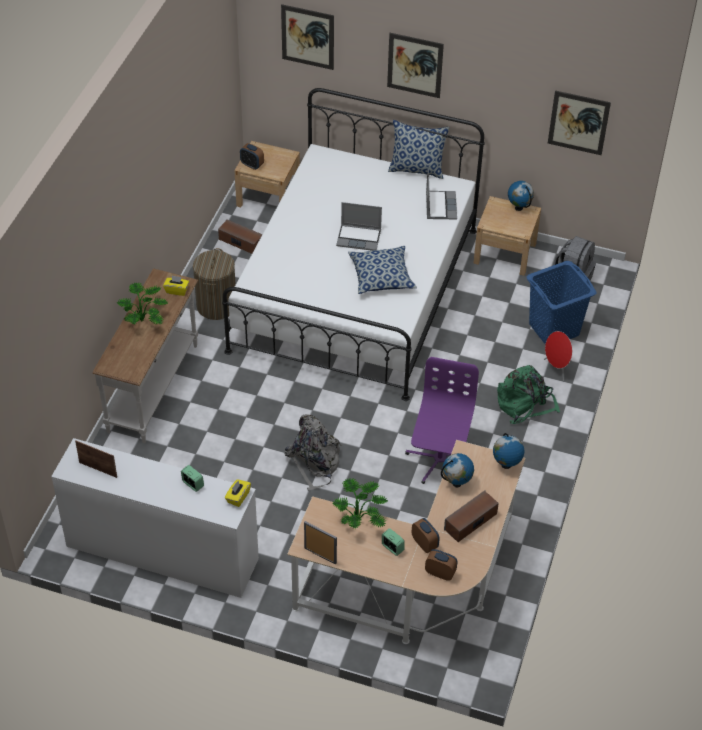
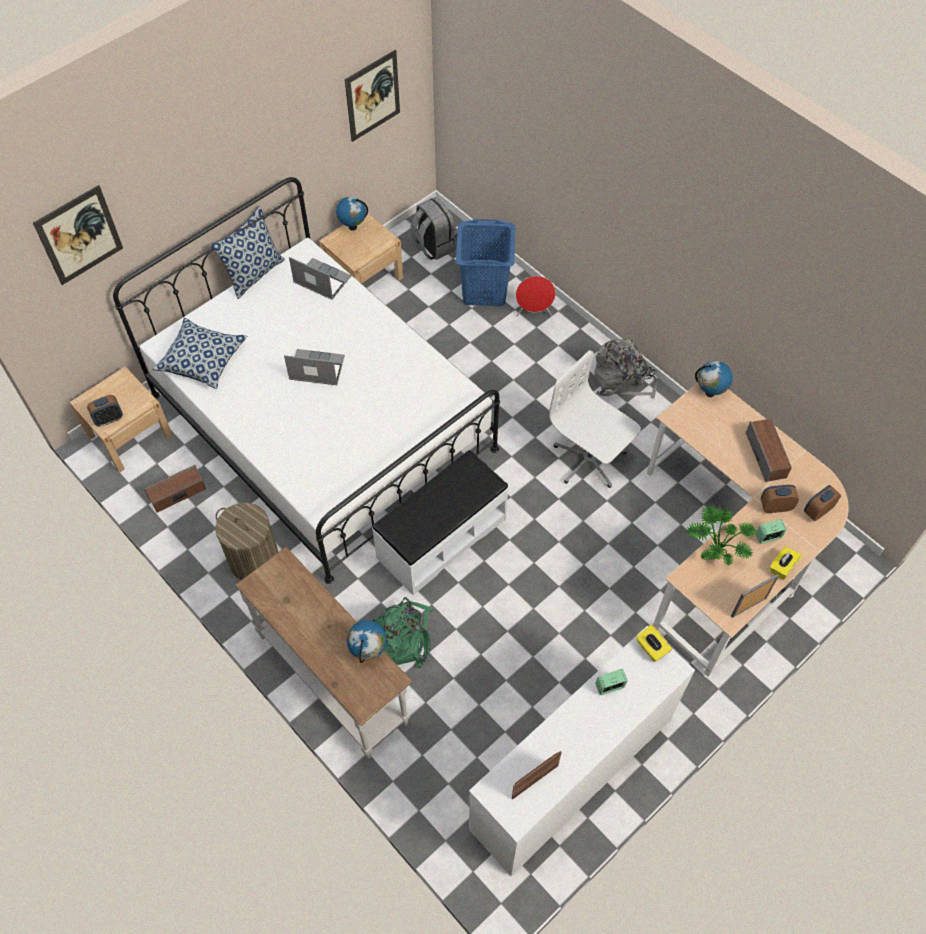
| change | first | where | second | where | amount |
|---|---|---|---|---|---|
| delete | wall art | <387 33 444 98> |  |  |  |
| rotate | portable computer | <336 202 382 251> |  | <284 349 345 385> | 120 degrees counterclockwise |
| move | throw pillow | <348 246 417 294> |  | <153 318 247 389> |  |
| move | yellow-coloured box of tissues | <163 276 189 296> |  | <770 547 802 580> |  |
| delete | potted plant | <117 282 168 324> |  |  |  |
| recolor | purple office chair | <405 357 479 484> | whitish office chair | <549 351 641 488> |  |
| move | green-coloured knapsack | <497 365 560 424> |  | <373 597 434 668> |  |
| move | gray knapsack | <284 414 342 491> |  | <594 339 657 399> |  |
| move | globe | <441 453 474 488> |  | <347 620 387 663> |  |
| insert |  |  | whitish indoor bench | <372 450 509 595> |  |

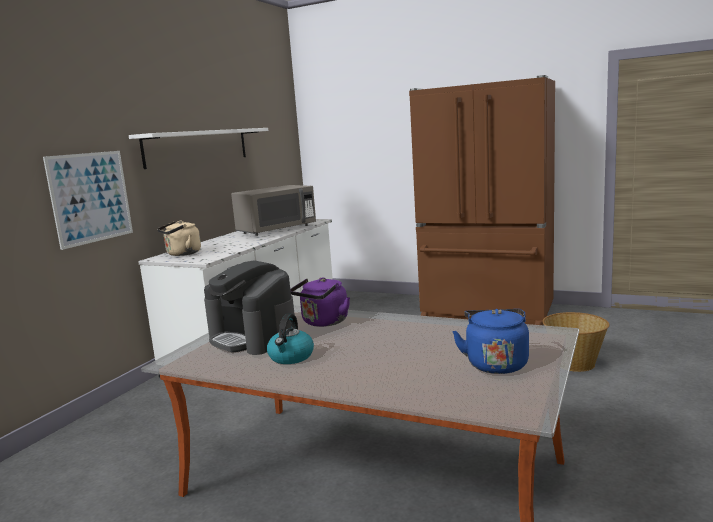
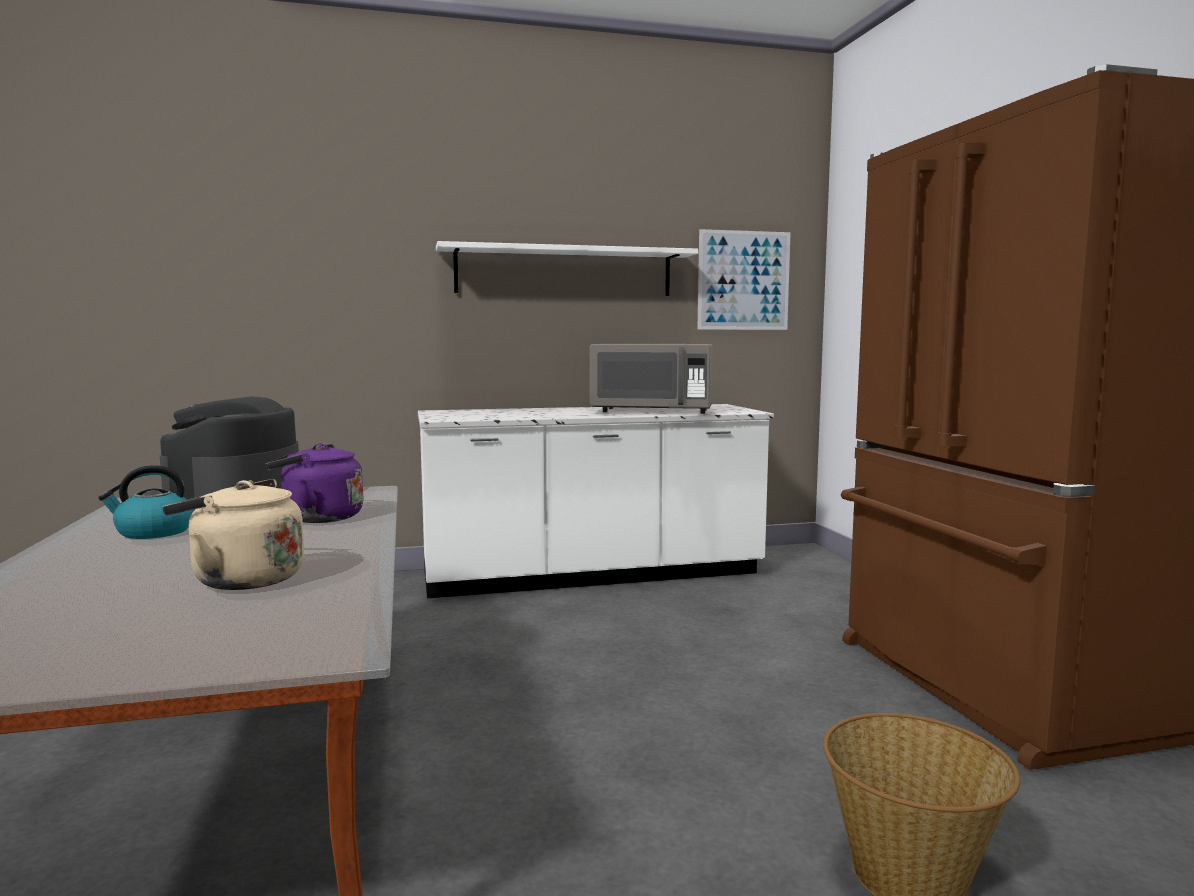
| change | first | where | second | where | amount |
|---|---|---|---|---|---|
| move | wall art | <43 151 133 250> |  | <697 229 791 330> |  |
| move | sand-coloured kettle | <157 221 201 256> |  | <163 479 304 590> |  |
| delete | blue kettle | <452 309 529 374> |  |  |  |

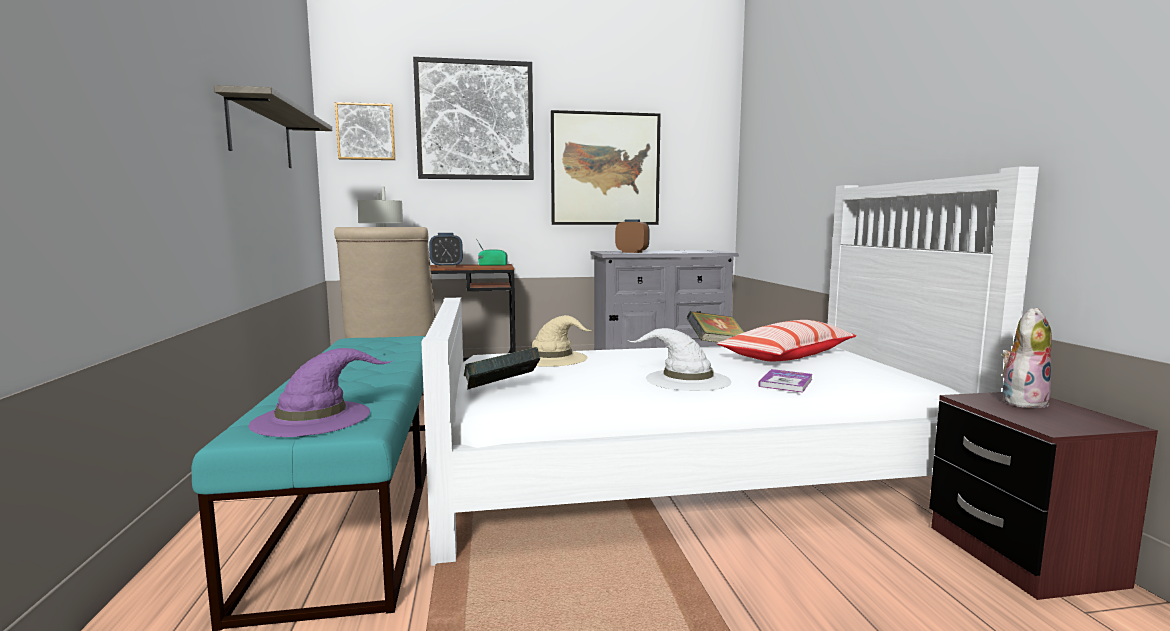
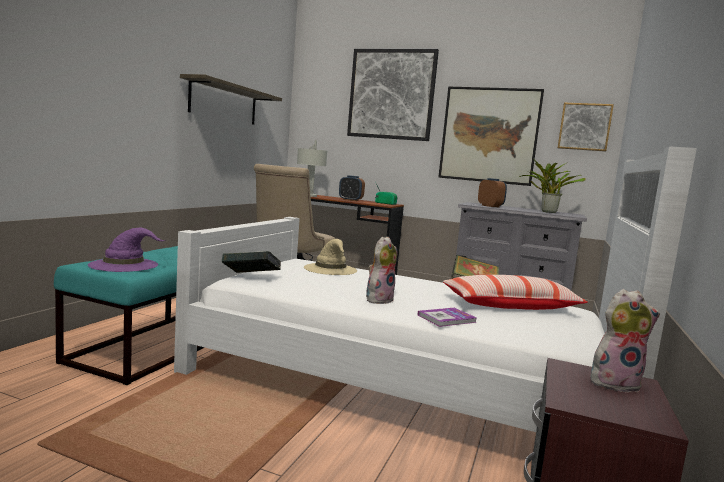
| change | first | where | second | where | amount |
|---|---|---|---|---|---|
| move | wall art | <335 102 396 160> |  | <558 103 614 152> |  |
| replace | whitish wearable hat | <627 328 731 391> | plush toy | <366 237 397 304> |  |
| insert |  |  | potted plant | <519 158 586 213> |  |

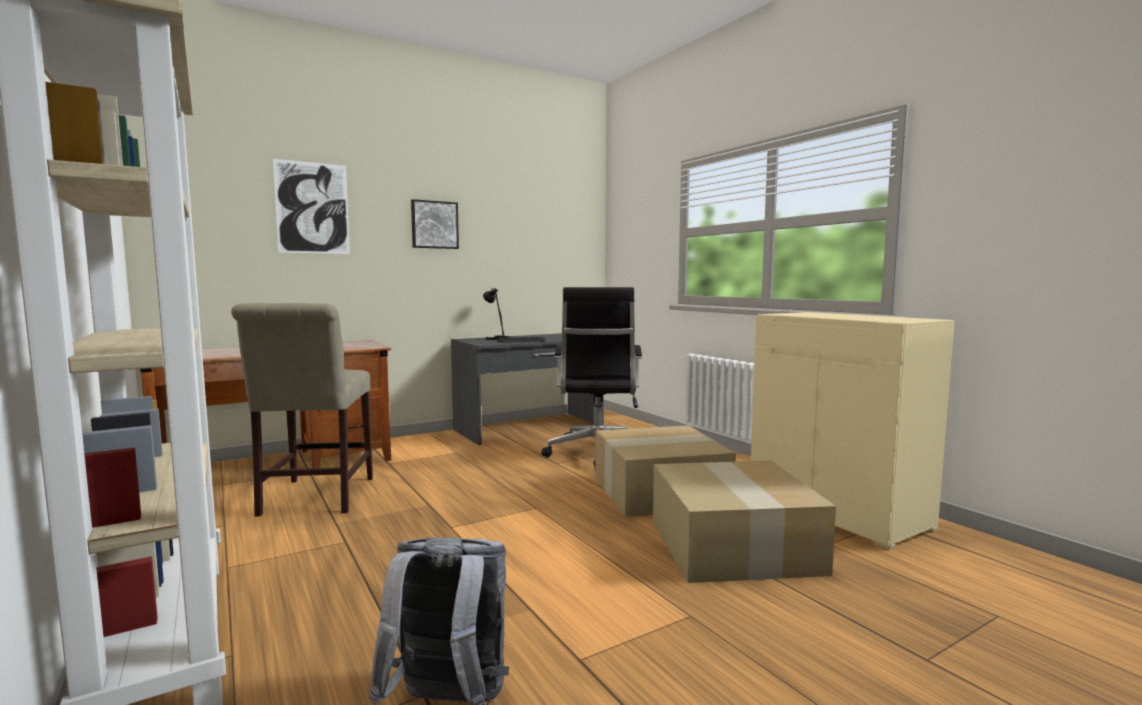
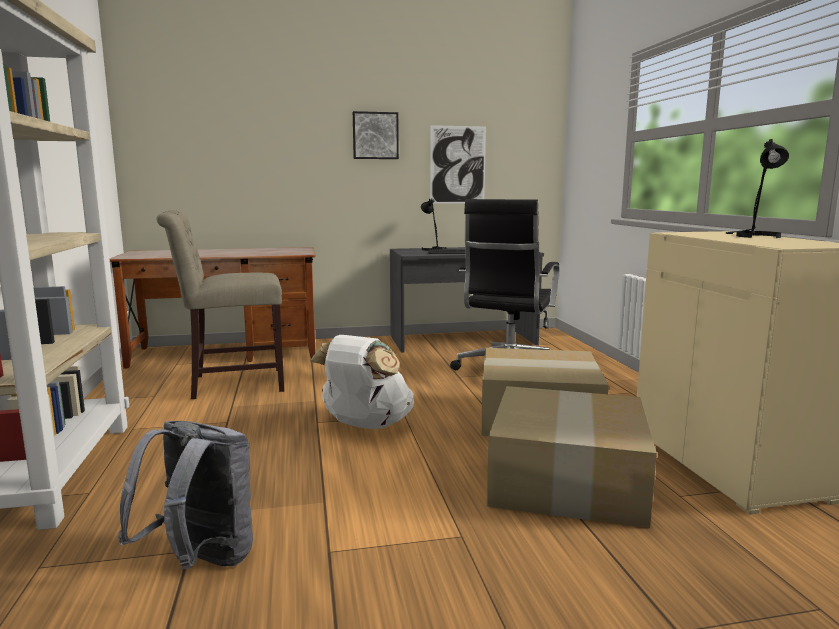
| change | first | where | second | where | amount |
|---|---|---|---|---|---|
| move | wall art | <273 159 350 254> |  | <430 125 486 204> |  |
| rotate | sand-coloured upright chair | <231 303 373 516> |  | <157 210 284 399> | 60 degrees clockwise |
| insert |  |  | black lamp for a table | <726 139 789 238> |  |
| insert |  |  | whitish knapsack | <310 335 414 429> |  |

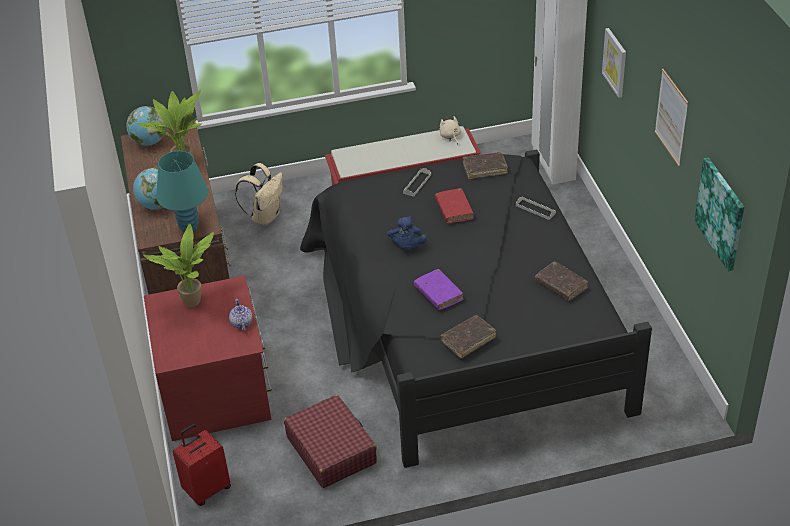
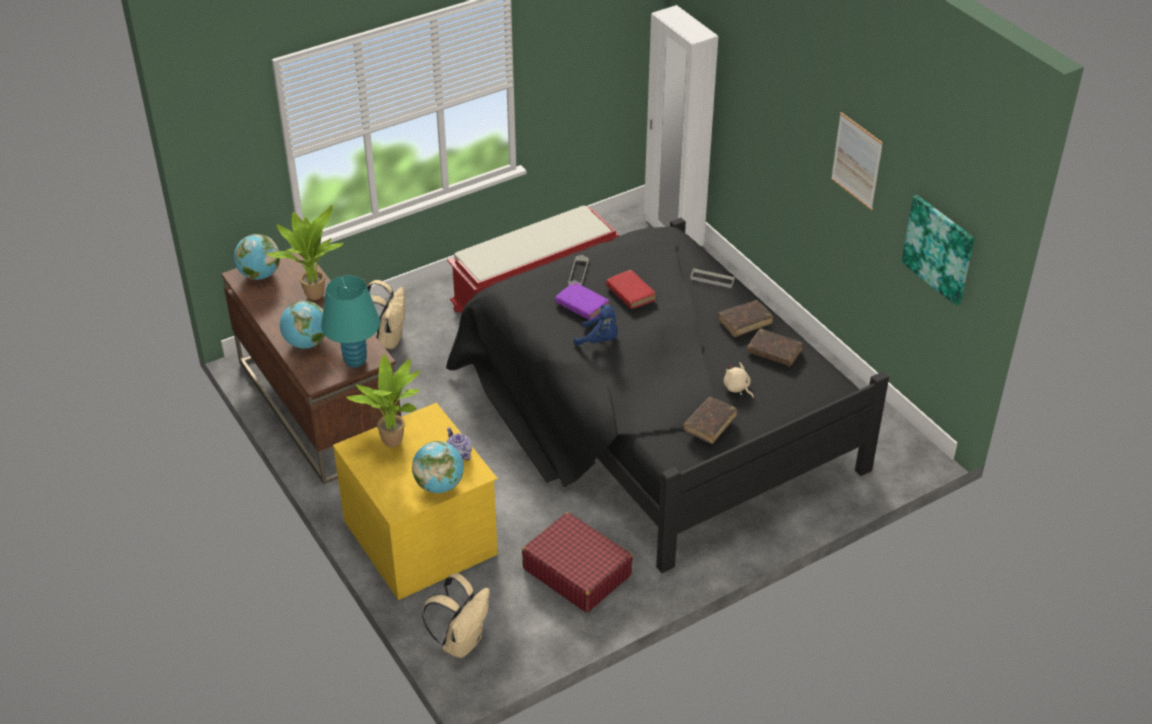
| change | first | where | second | where | amount |
|---|---|---|---|---|---|
| delete | wall art | <602 28 626 98> |  |  |  |
| move | sand-coloured plush toy | <439 116 461 145> |  | <724 363 754 398> |  |
| move | brown-coloured book | <463 152 508 179> |  | <718 300 773 337> |  |
| rotate | blue plush toy | <387 216 427 250> |  | <574 305 618 346> | 45 degrees counterclockwise |
| move | purple book | <414 269 463 310> |  | <555 282 609 320> |  |
| recolor | red-coloured dresser | <144 276 272 441> | yellow-coloured dresser | <333 403 498 600> |  |
| replace | red-coloured travel case | <173 424 231 506> | sand-coloured knapsack | <422 573 490 658> |  |
| insert |  |  | globe | <412 441 464 493> |  |

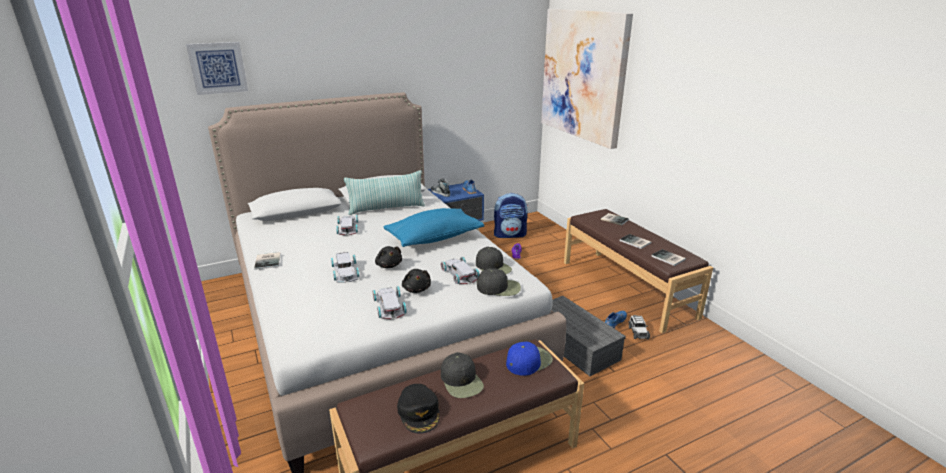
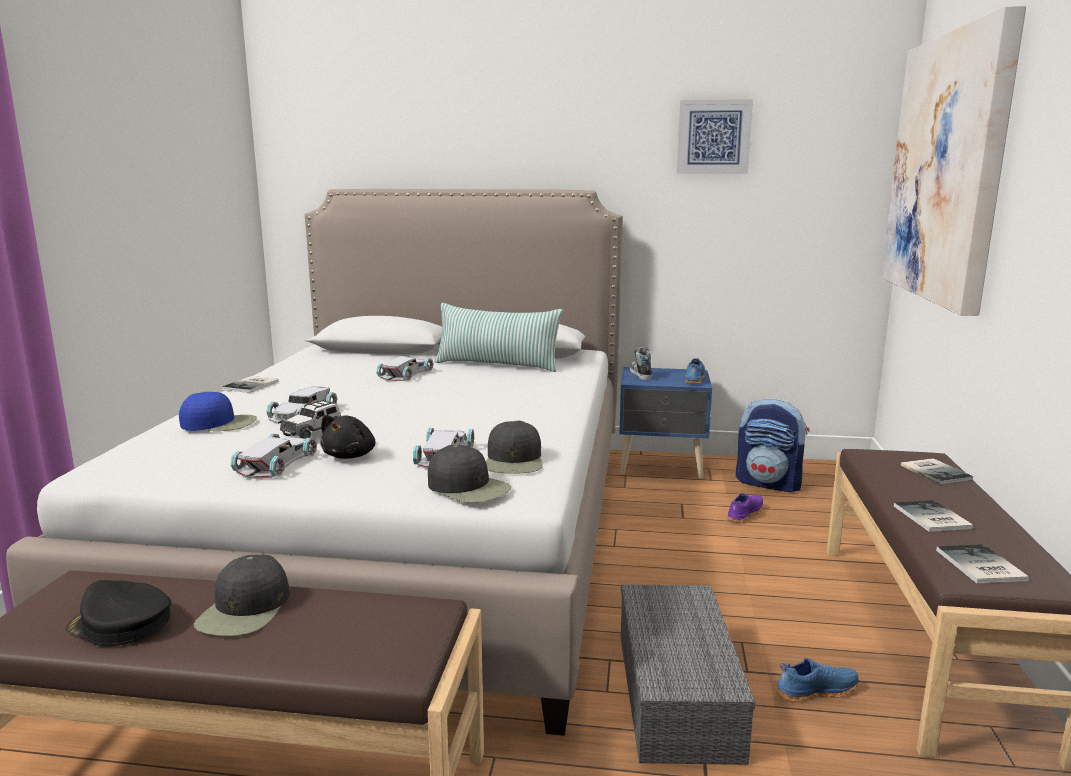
| change | first | where | second | where | amount |
|---|---|---|---|---|---|
| move | wall art | <186 42 248 95> |  | <677 99 753 174> |  |
| delete | blue throw pillow | <384 208 484 247> |  |  |  |
| delete | black plush toy | <375 246 402 268> |  |  |  |
| move | model car | <629 315 650 339> |  | <280 399 341 439> |  |
| move | blue cap | <506 342 553 376> |  | <179 392 257 431> |  |
| rotate | black cap | <397 384 440 434> |  | <66 580 171 646> | 90 degrees clockwise |

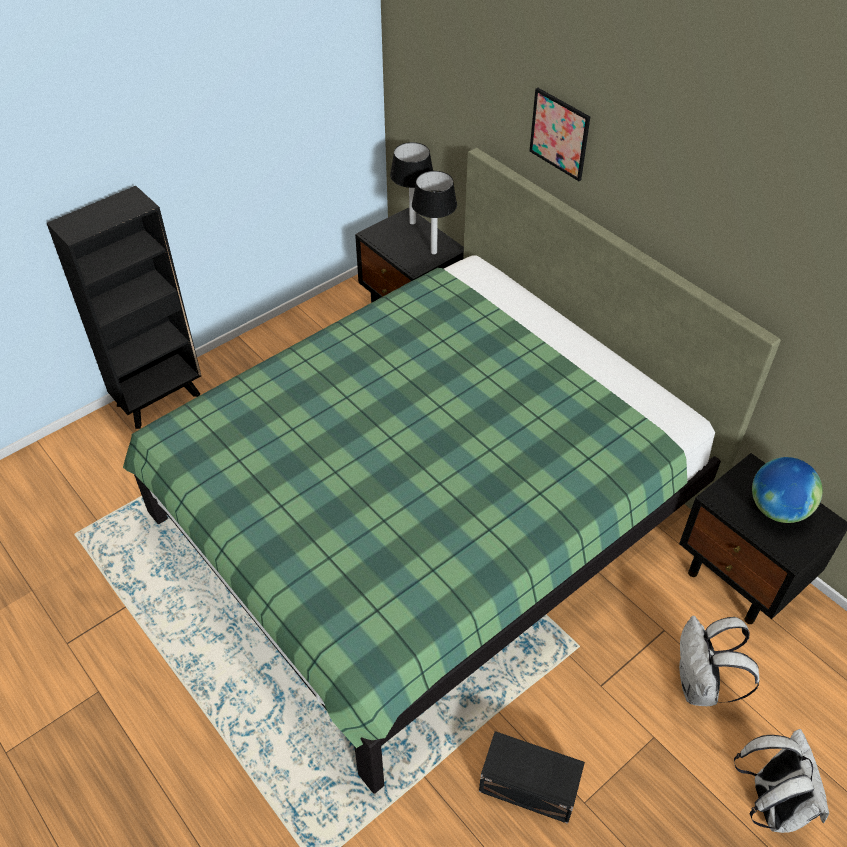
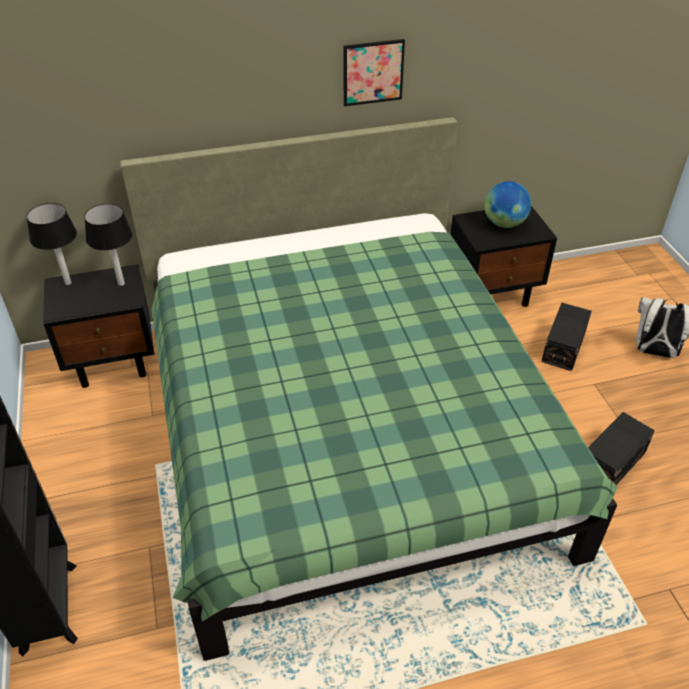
| change | first | where | second | where | amount |
|---|---|---|---|---|---|
| move | wall art | <530 88 590 181> |  | <344 39 405 106> |  |
| replace | whitish knapsack | <679 616 760 706> | black storage box | <541 303 592 371> |  |

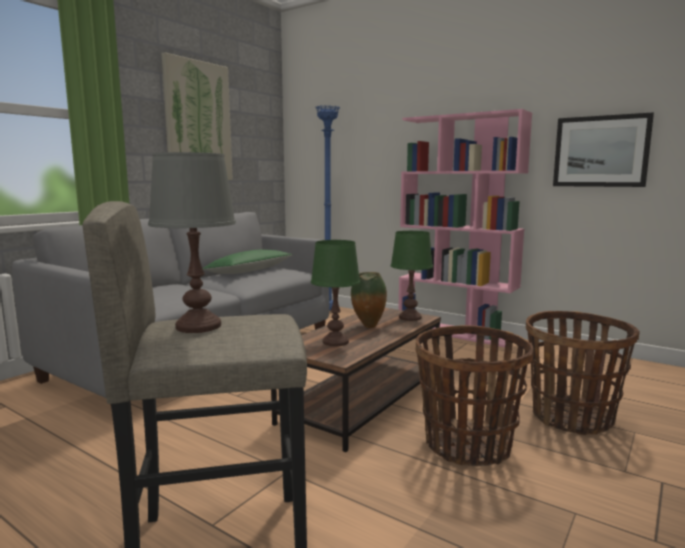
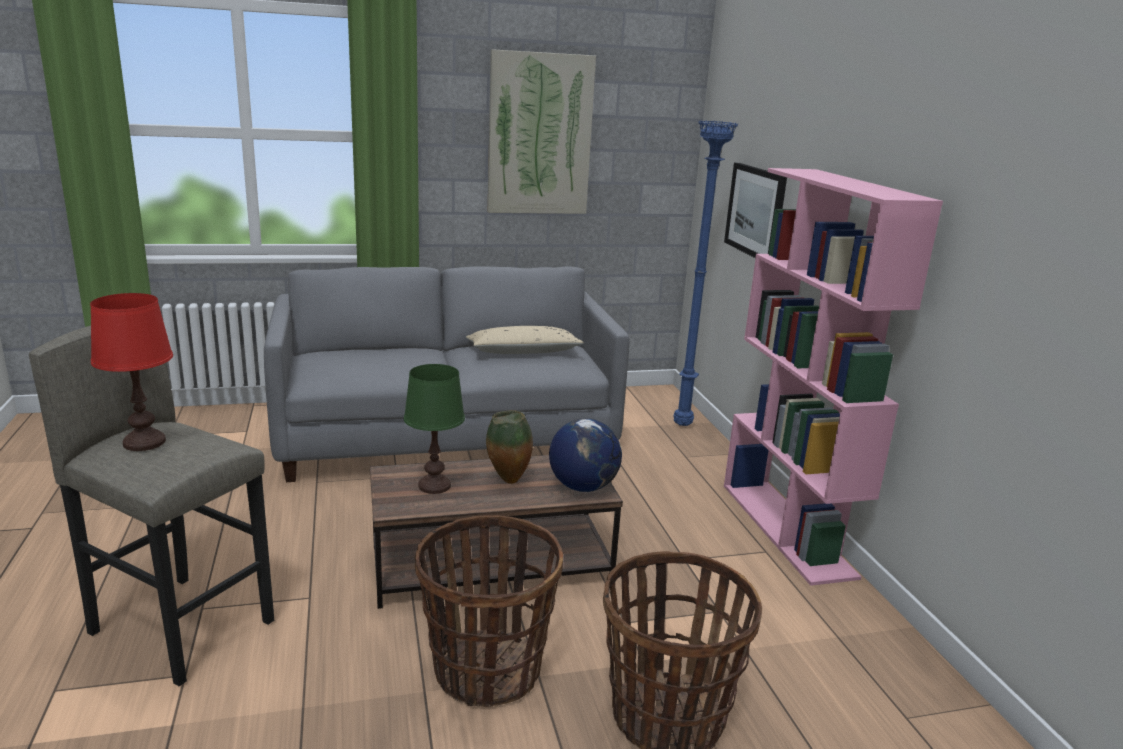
| change | first | where | second | where | amount |
|---|---|---|---|---|---|
| move | wall art | <553 112 654 187> |  | <724 163 787 258> |  |
| recolor | gray lamp for a table | <148 152 236 333> | red-coloured lamp for a table | <90 293 173 451> |  |
| replace | green-coloured lamp for a table | <391 231 433 321> | globe | <549 418 622 492> |  |
| recolor | green-coloured throw pillow | <202 249 293 274> | sand-coloured throw pillow | <466 326 584 354> |  |

